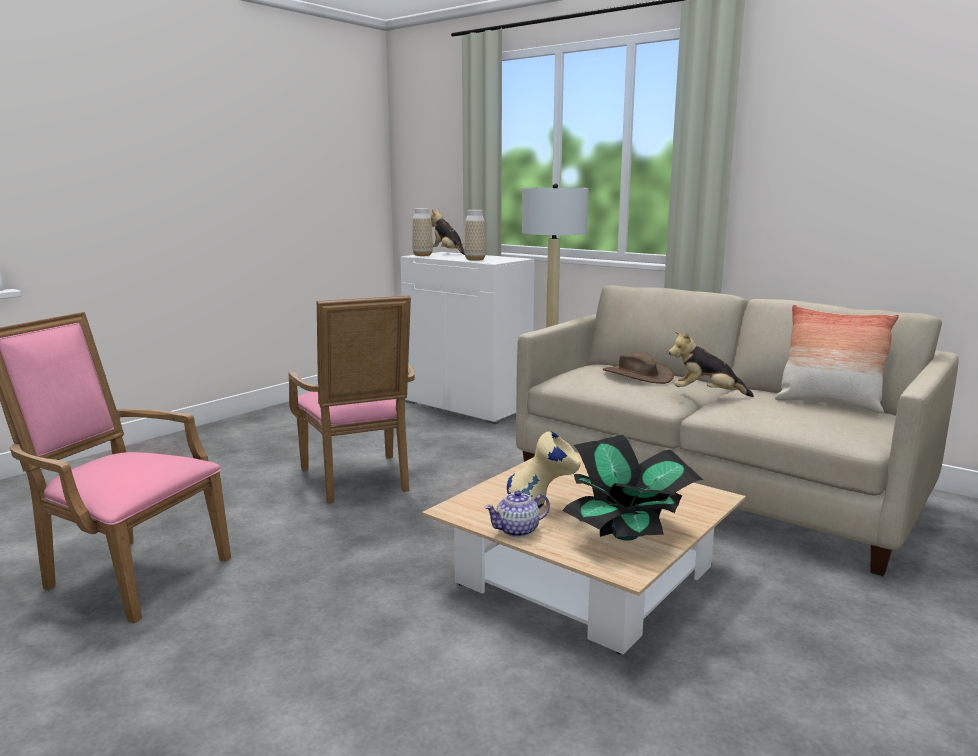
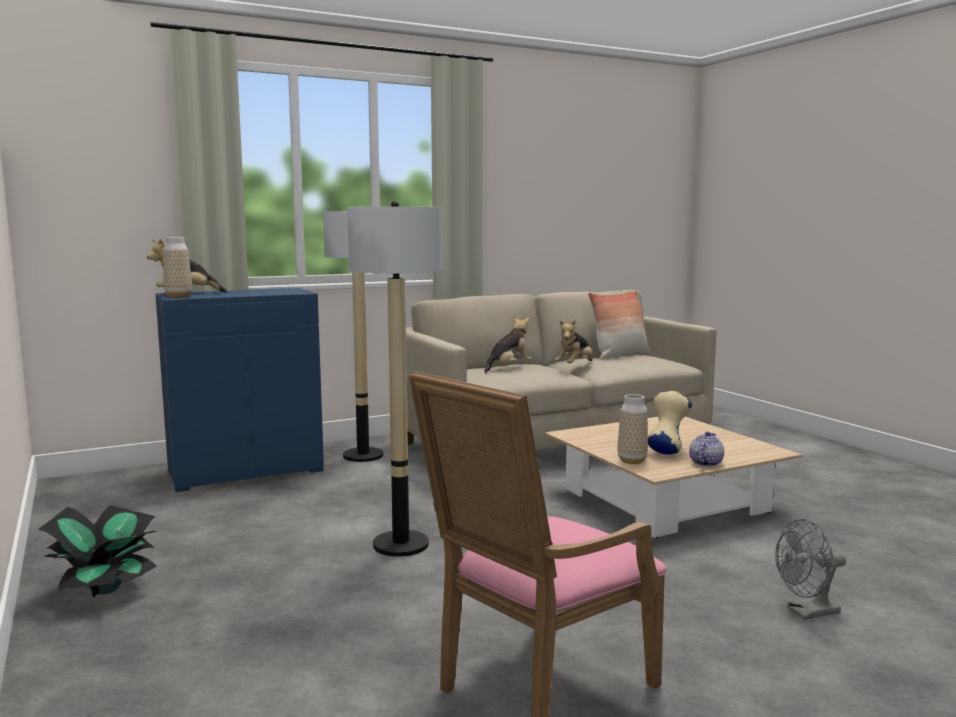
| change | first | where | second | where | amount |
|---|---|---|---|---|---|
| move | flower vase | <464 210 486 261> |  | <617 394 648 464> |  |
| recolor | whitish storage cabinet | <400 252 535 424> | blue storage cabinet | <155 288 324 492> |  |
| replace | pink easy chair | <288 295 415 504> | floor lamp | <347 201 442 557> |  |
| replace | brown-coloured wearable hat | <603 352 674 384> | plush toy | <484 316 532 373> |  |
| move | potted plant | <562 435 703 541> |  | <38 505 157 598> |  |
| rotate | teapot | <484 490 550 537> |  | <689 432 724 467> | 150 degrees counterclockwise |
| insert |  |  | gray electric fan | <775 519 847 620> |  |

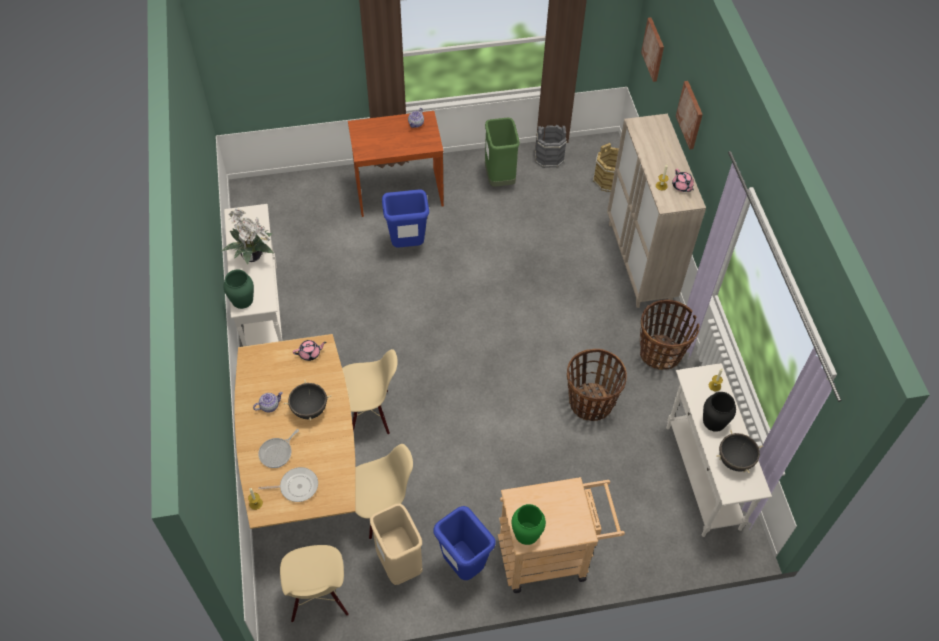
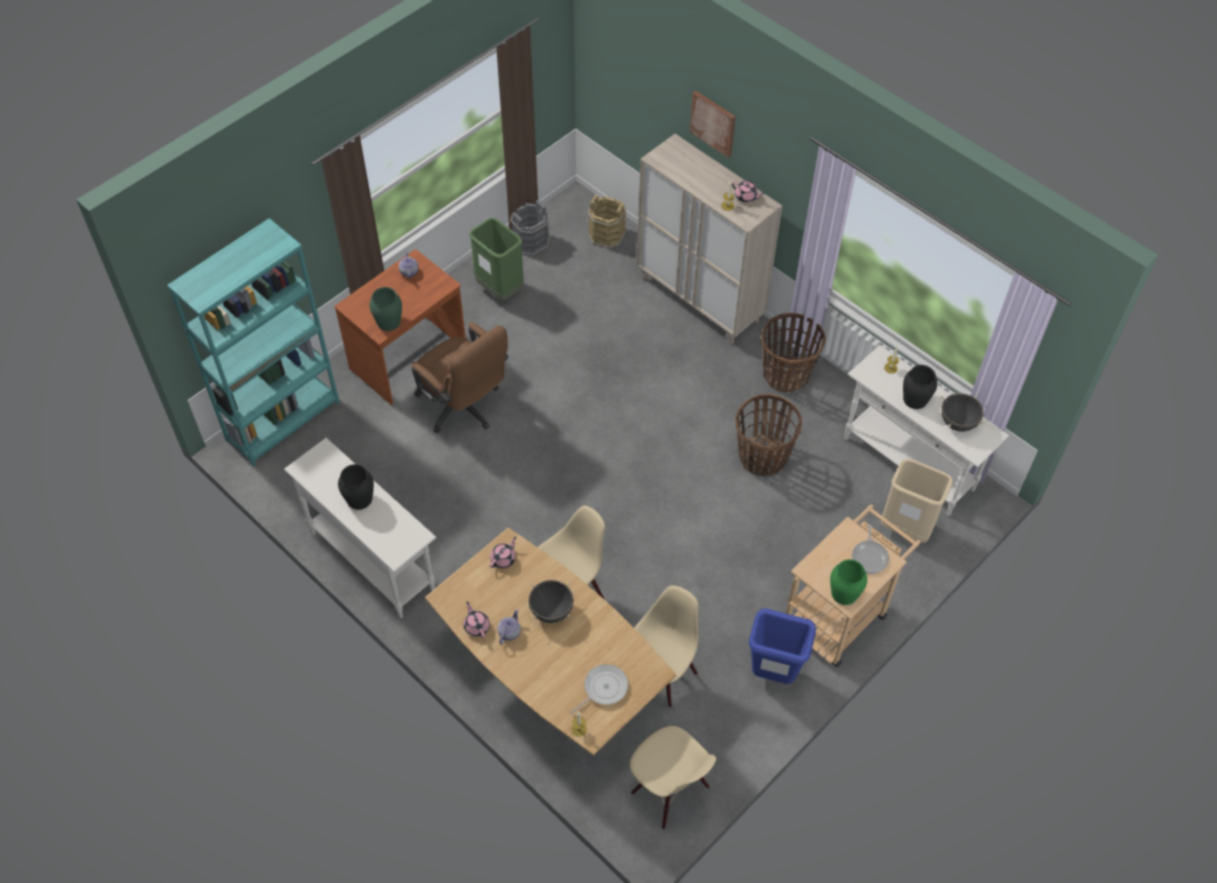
| change | first | where | second | where | amount |
|---|---|---|---|---|---|
| delete | wall art | <641 17 664 82> |  |  |  |
| replace | blue rubbish bin | <382 189 429 248> | brown-coloured office chair | <412 322 508 434> |  |
| replace | potted plant | <222 208 274 265> | black flower vase | <338 464 374 510> |  |
| move | green-coloured flower vase | <223 270 254 309> |  | <370 287 402 331> |  |
| move | skillet | <258 429 299 468> |  | <852 524 889 574> |  |
| move | sand-coloured rubbish bin | <370 503 423 585> |  | <881 459 953 542> |  |
| insert |  |  | blue-green bookcase | <167 218 340 467> |  |
| insert |  |  | pink teapot | <464 601 490 638> |  |

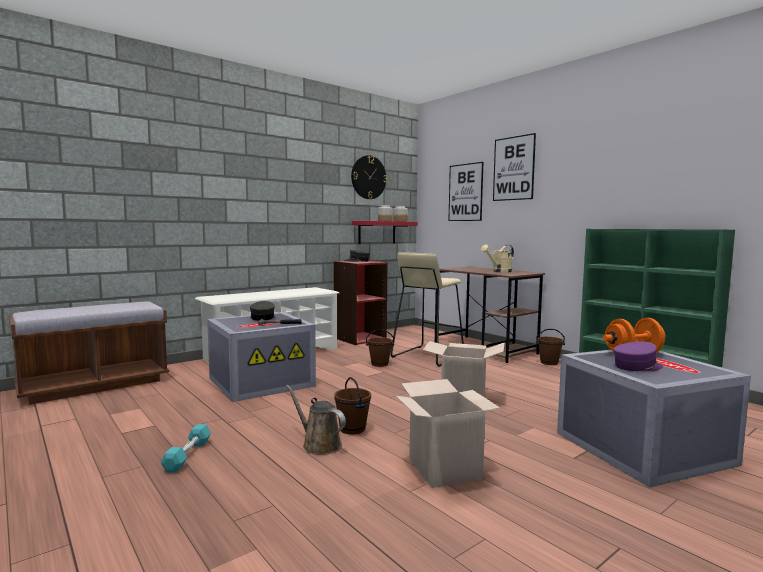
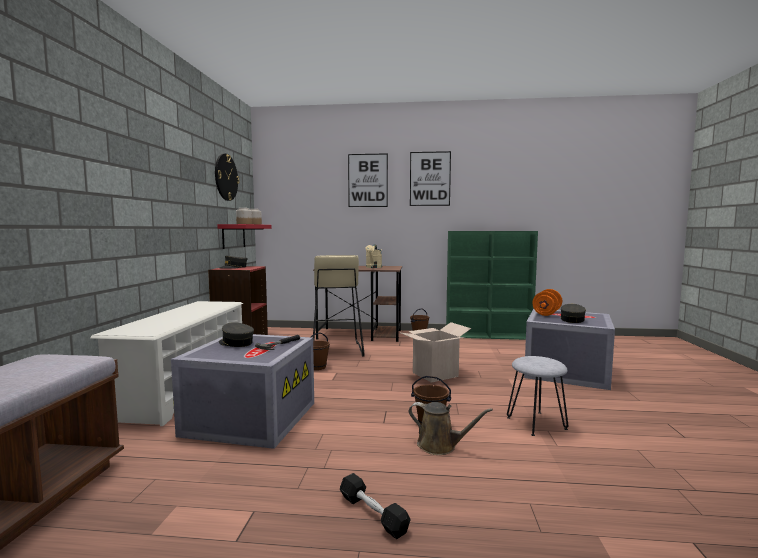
| change | first | where | second | where | amount |
|---|---|---|---|---|---|
| move | wall art | <448 162 483 221> |  | <410 151 451 206> |  |
| recolor | purple cap | <613 341 663 371> | gray cap | <561 304 586 323> |  |
| replace | packing box | <396 379 500 488> | gray stool | <507 356 568 436> |  |
| rotate | brown-coloured sprinkling can | <286 385 346 455> |  | <409 402 493 455> | 150 degrees counterclockwise |
| recolor | blue-green dumbbell | <161 424 211 473> | black dumbbell | <340 473 411 539> |  |

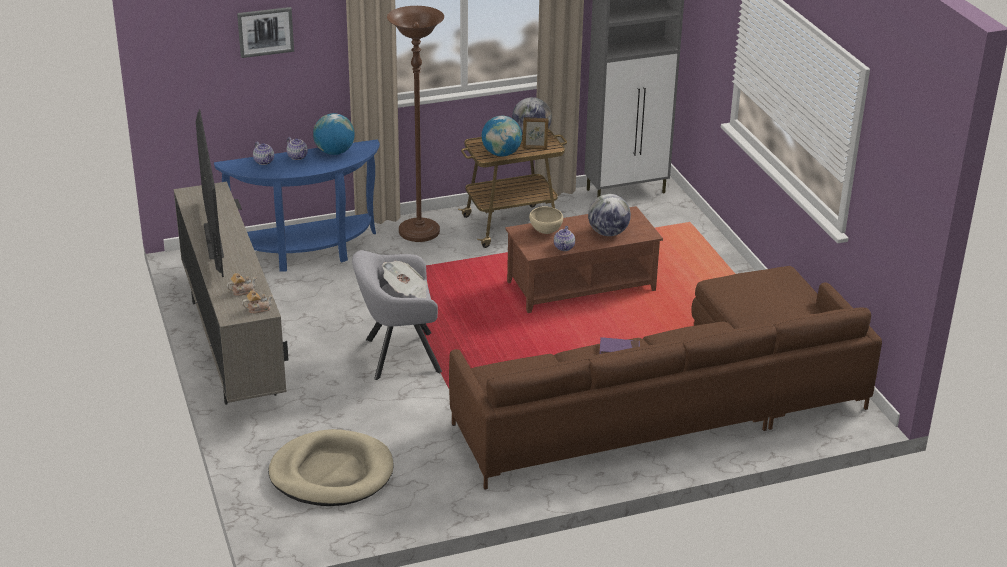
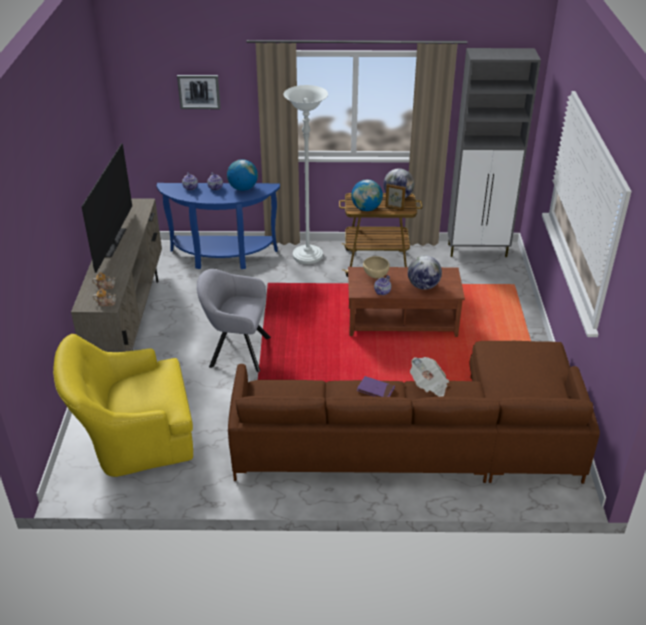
| change | first | where | second | where | amount |
|---|---|---|---|---|---|
| recolor | brown-coloured floor lamp | <387 6 444 242> | whitish floor lamp | <284 85 328 264> |  |
| move | newspaper | <382 261 428 298> |  | <410 357 449 397> |  |
| replace | sand-coloured dog bed | <268 429 394 506> | yellow-coloured easy chair | <53 334 193 477> |  |

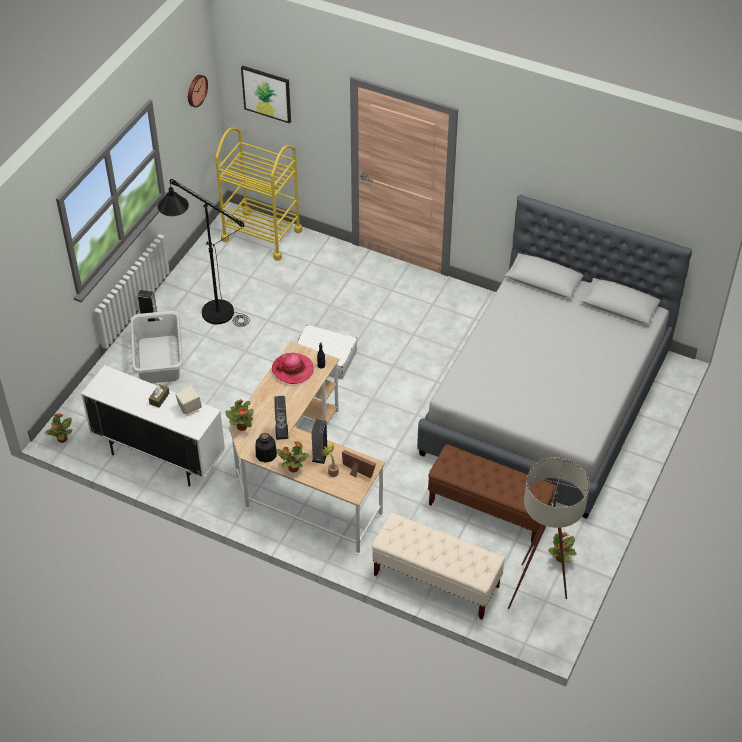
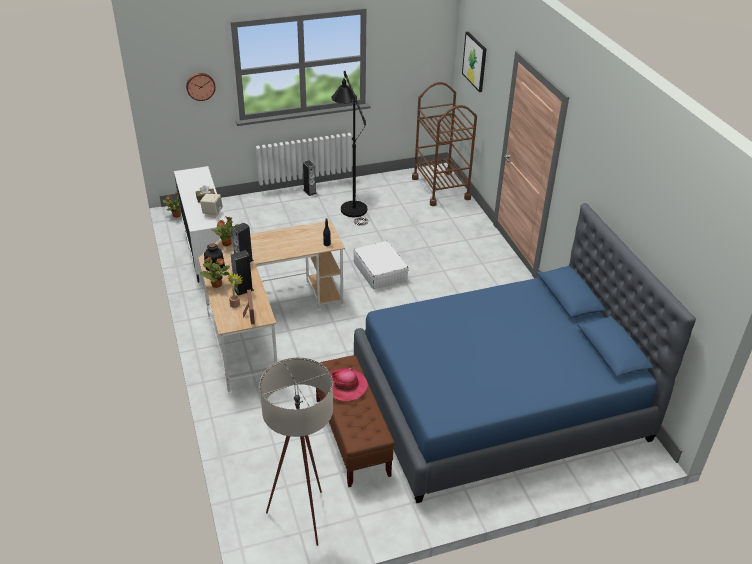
| change | first | where | second | where | amount |
|---|---|---|---|---|---|
| move | wall clock | <188 75 208 108> |  | <186 73 216 101> |  |
| recolor | yellow-coloured wheeled cart | <215 127 302 261> | brown-coloured wheeled cart | <412 82 477 206> |  |
| recolor | gray sleeping bed | <417 195 692 519> | blue sleeping bed | <354 203 696 503> |  |
| delete | gray washing basket | <131 311 183 383> |  |  |  |
| move | wearable hat | <272 353 314 384> |  | <330 368 368 401> |  |
| delete | sand-coloured indoor bench | <372 513 505 620> |  |  |  |
| delete | potted plant | <548 532 577 563> |  |  |  |

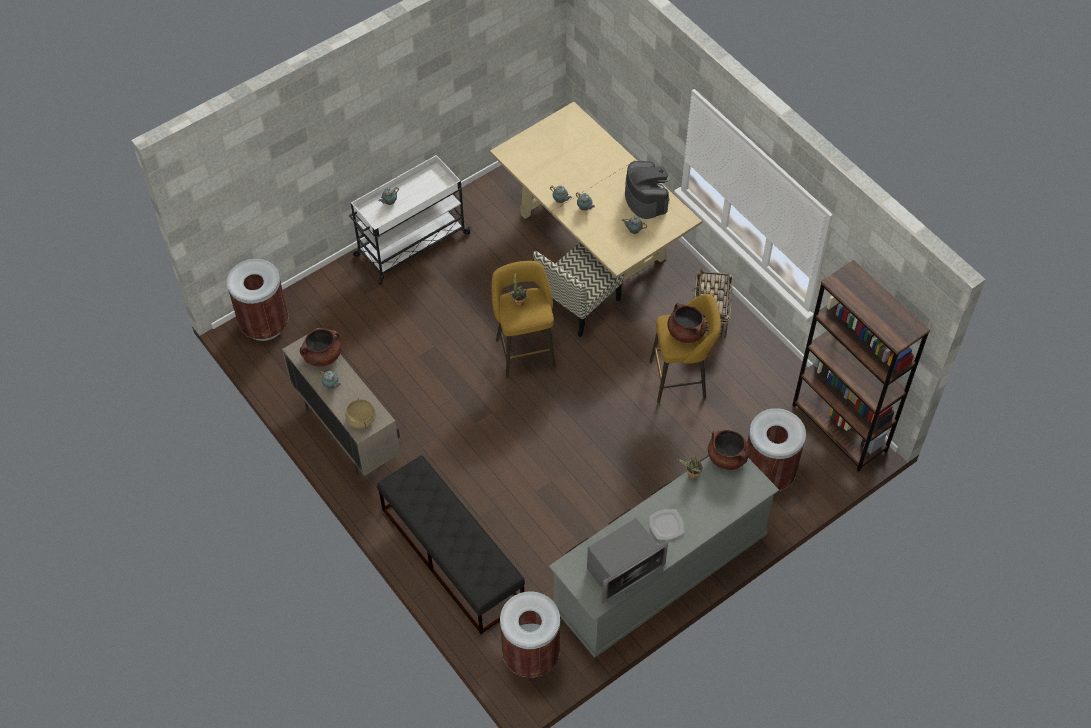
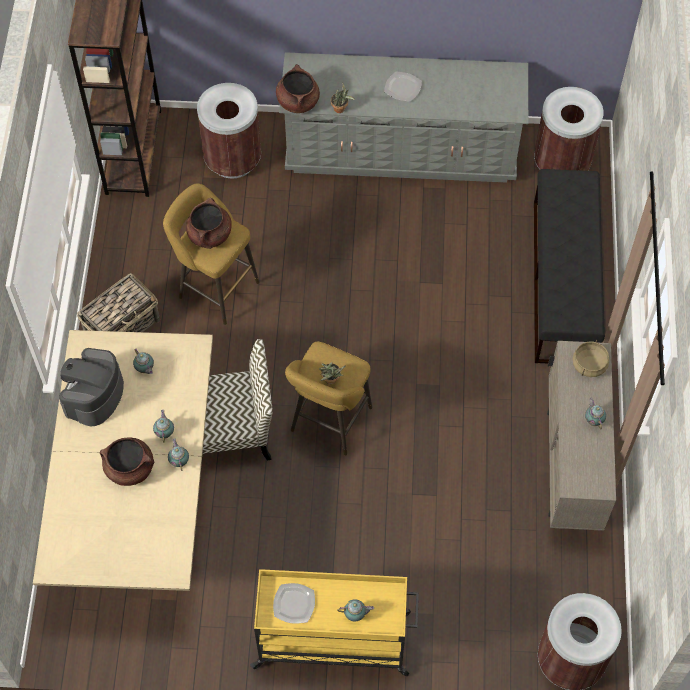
| change | first | where | second | where | amount |
|---|---|---|---|---|---|
| recolor | whitish wheeled cart | <349 155 471 285> | yellow-coloured wheeled cart | <250 569 419 676> |  |
| move | brown-coloured stockpot | <300 328 341 367> |  | <100 437 154 486> |  |
| delete | microwave | <587 518 668 604> |  |  |  |
| insert |  |  | plate | <273 583 315 624> |  |

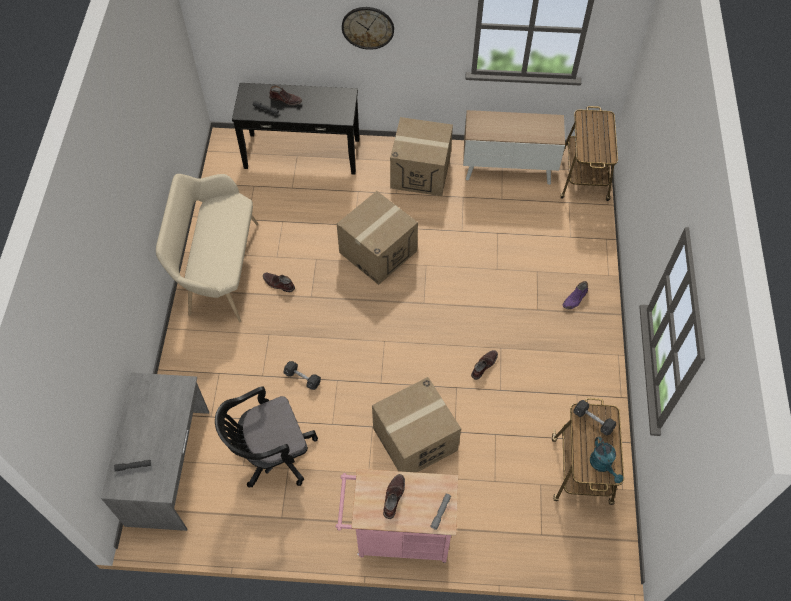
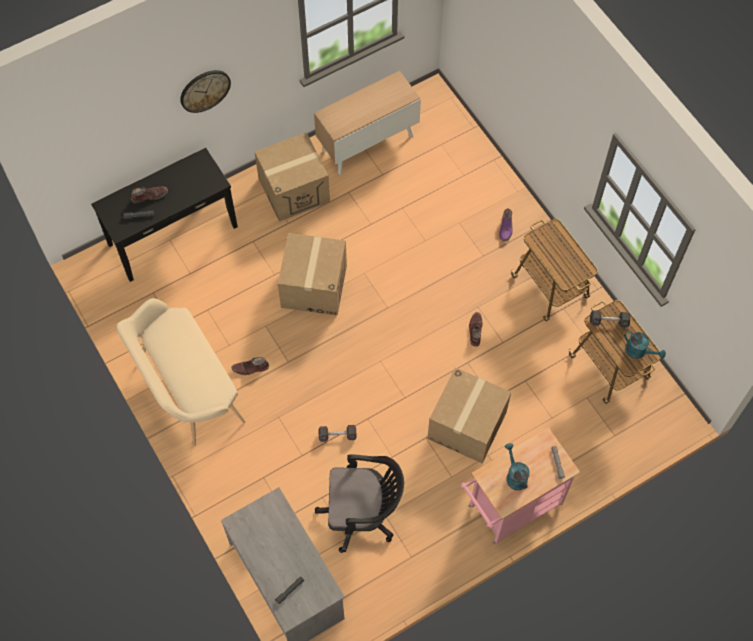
| change | first | where | second | where | amount |
|---|---|---|---|---|---|
| move | wheeled cart | <560 106 618 201> |  | <510 219 598 321> |  |
| rotate | black office chair | <215 386 318 487> |  | <315 454 404 553> | 120 degrees counterclockwise |
| replace | brown-coloured tall boot | <383 474 405 519> | blue-green sprinkling can | <505 443 530 490> |  |

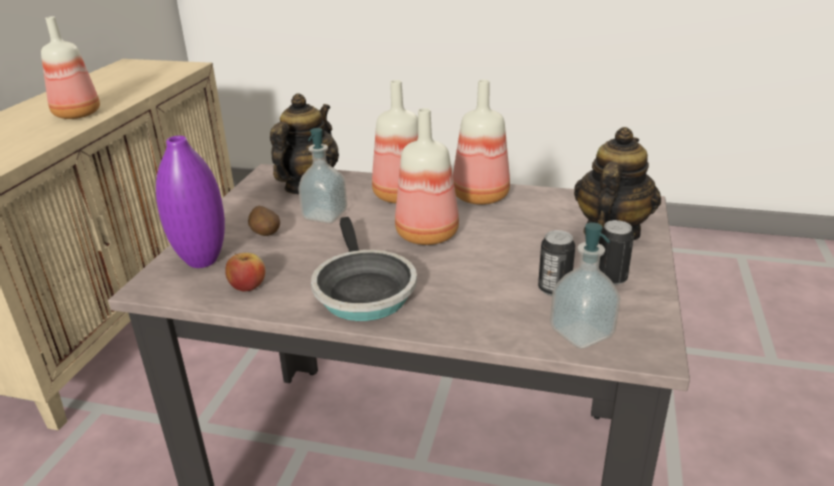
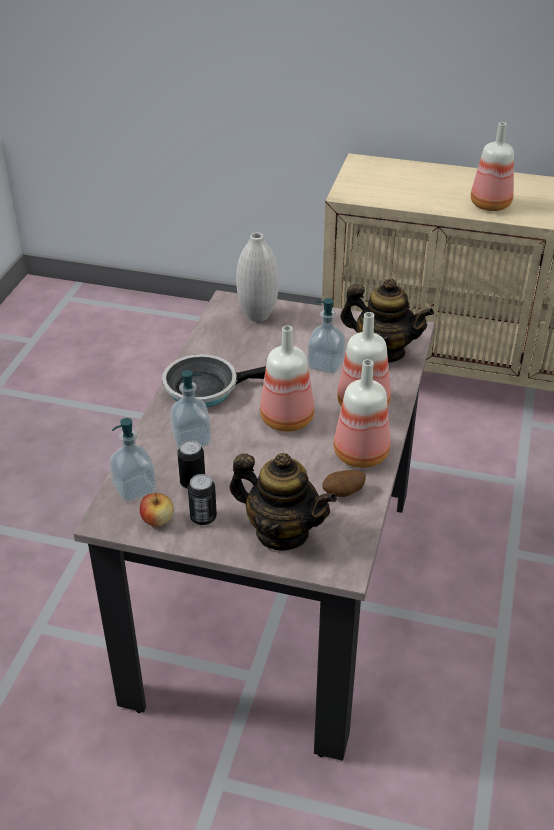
| change | first | where | second | where | amount |
|---|---|---|---|---|---|
| recolor | purple flower vase | <156 136 225 268> | whitish flower vase | <236 232 279 322> |  |
| move | potato | <248 206 280 236> |  | <322 470 366 497> |  |
| move | apple fruit | <226 253 266 291> |  | <140 493 174 527> |  |
| insert |  |  | soap bottle | <170 370 211 448> |  |

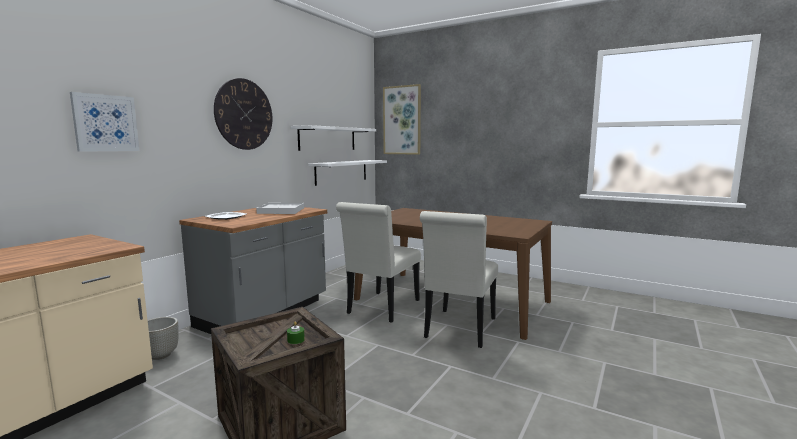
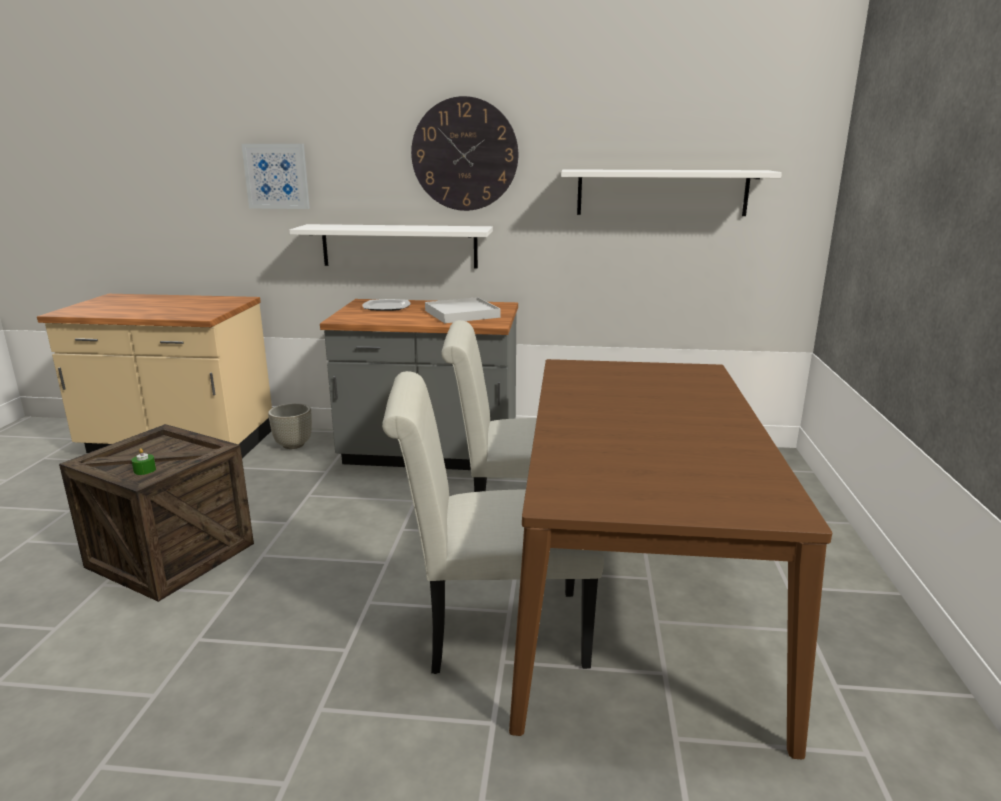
| change | first | where | second | where | amount |
|---|---|---|---|---|---|
| delete | wall art | <383 84 421 155> |  |  |  |
| move | whitish wall shelf | <308 160 387 186> |  | <289 224 493 268> |  |

